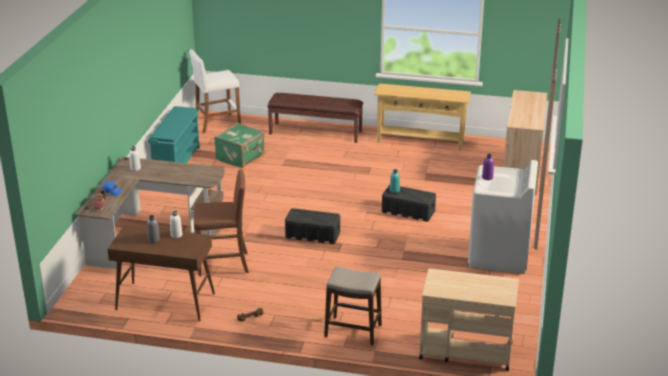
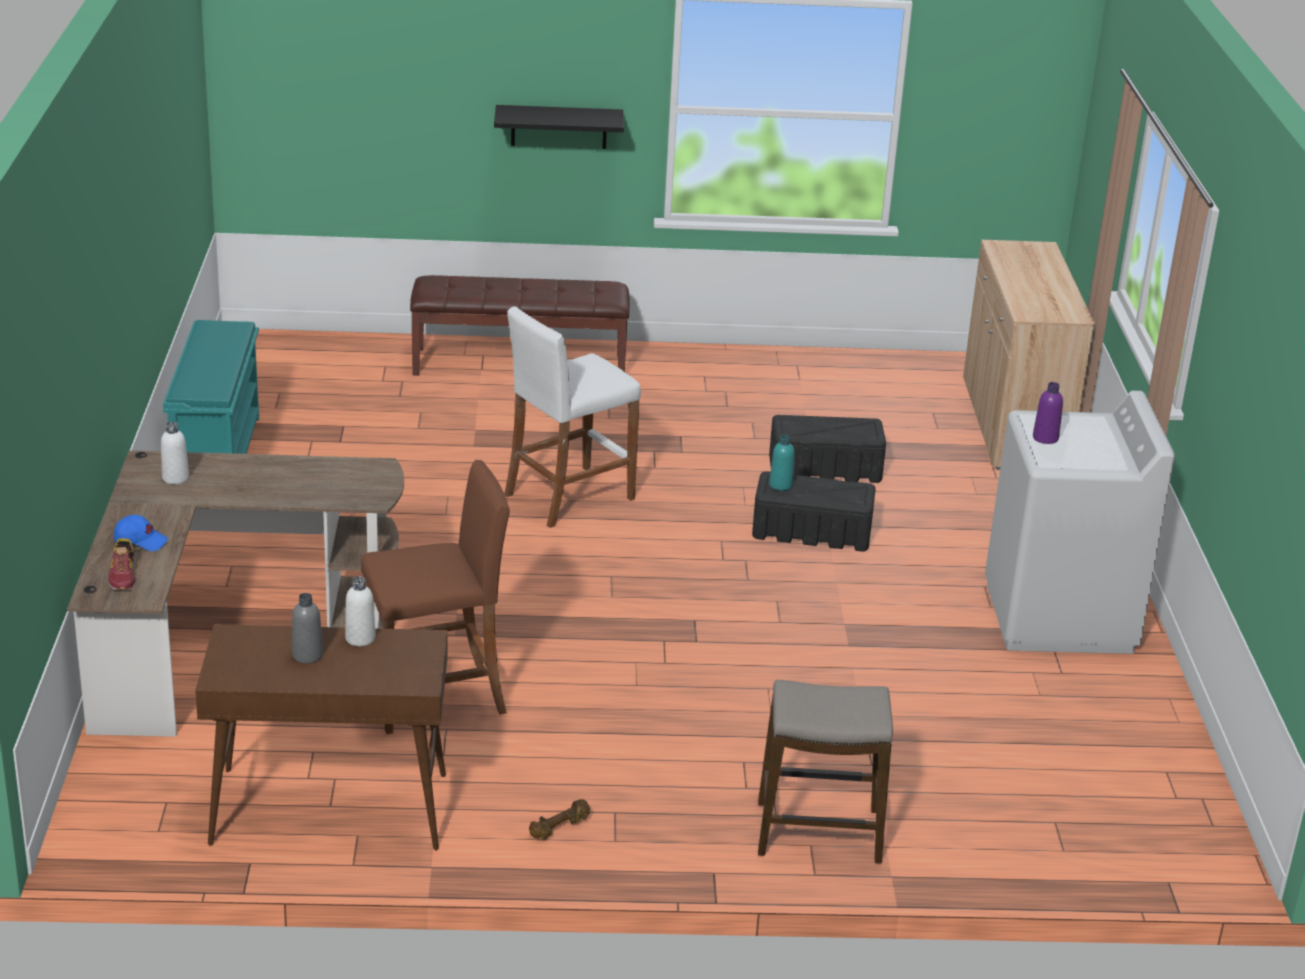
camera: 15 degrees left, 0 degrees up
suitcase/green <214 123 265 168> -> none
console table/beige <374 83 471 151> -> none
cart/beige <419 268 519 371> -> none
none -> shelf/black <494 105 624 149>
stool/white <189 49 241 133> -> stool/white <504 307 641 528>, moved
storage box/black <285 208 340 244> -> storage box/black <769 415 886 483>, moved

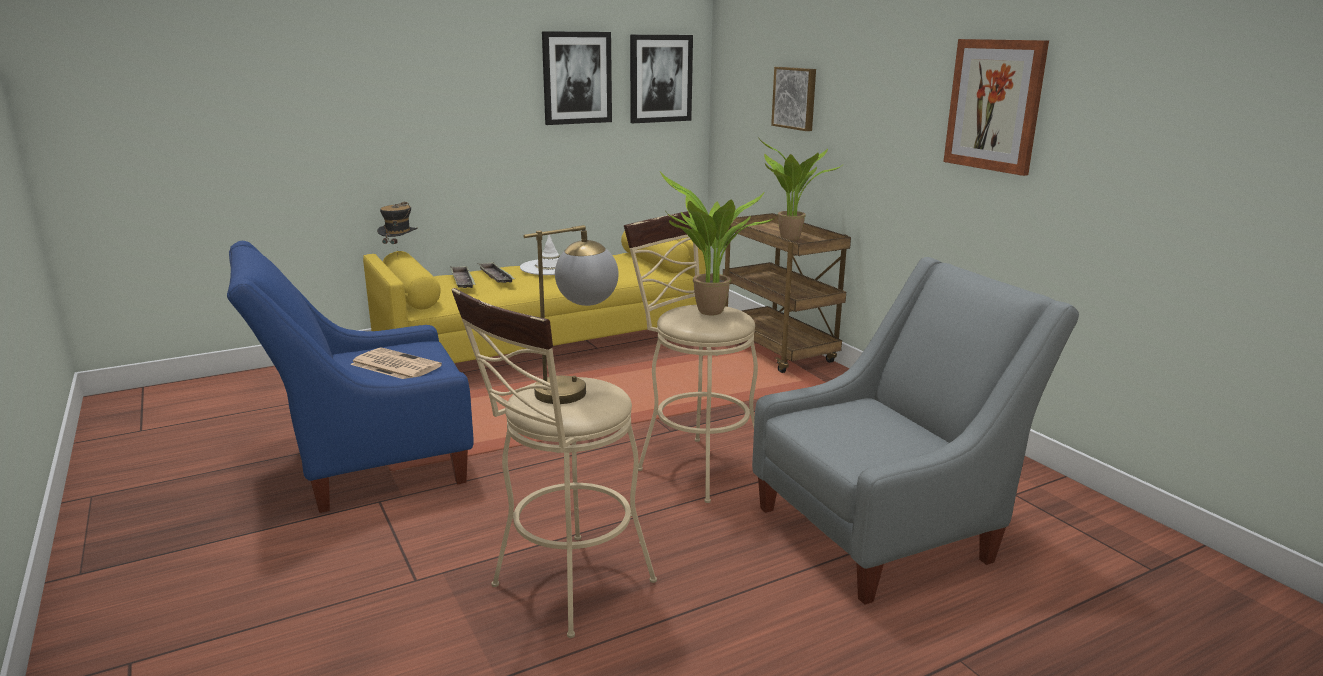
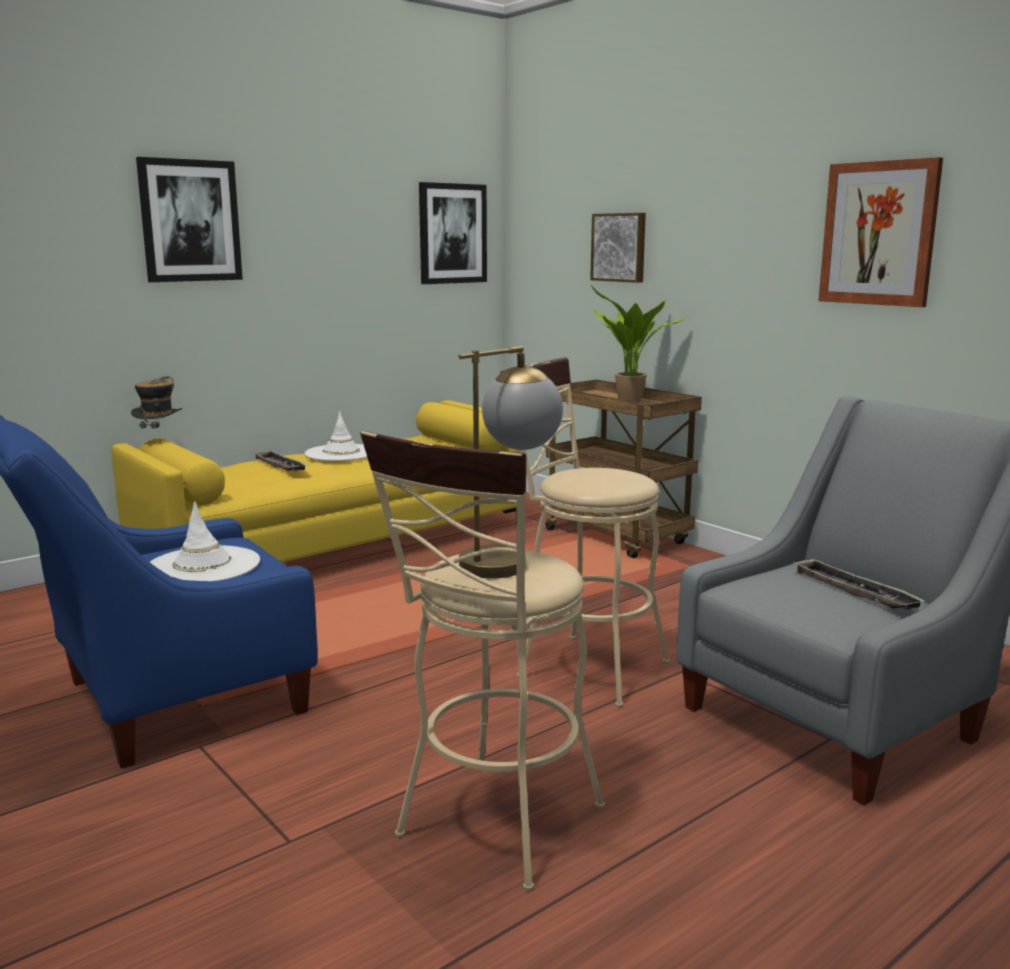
camera: 10 degrees left, 5 degrees down
potted plant <660 171 777 315> -> none
tray <450 266 476 288> -> tray <792 558 926 610>, moved
picture <542 31 612 125> -> picture <136 157 243 282>, moved
newspaper <350 348 442 379> -> hat/white <150 501 260 581>

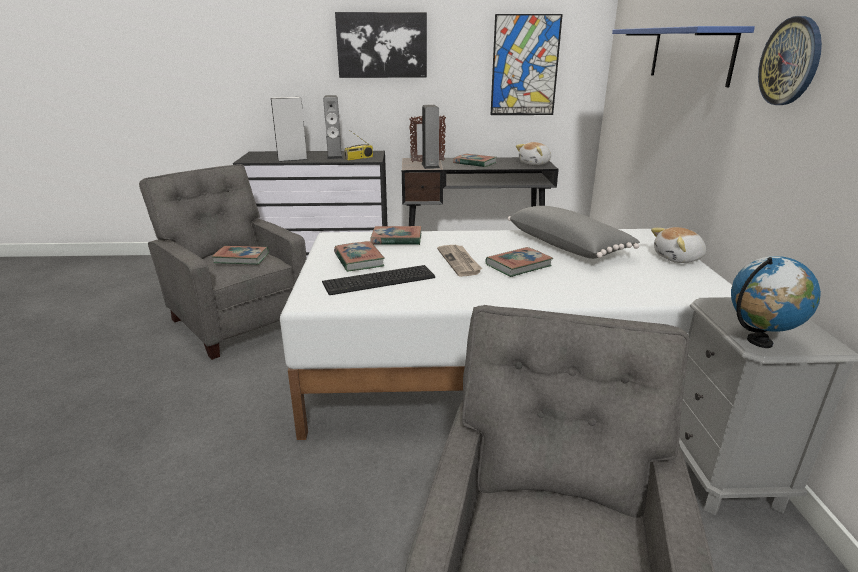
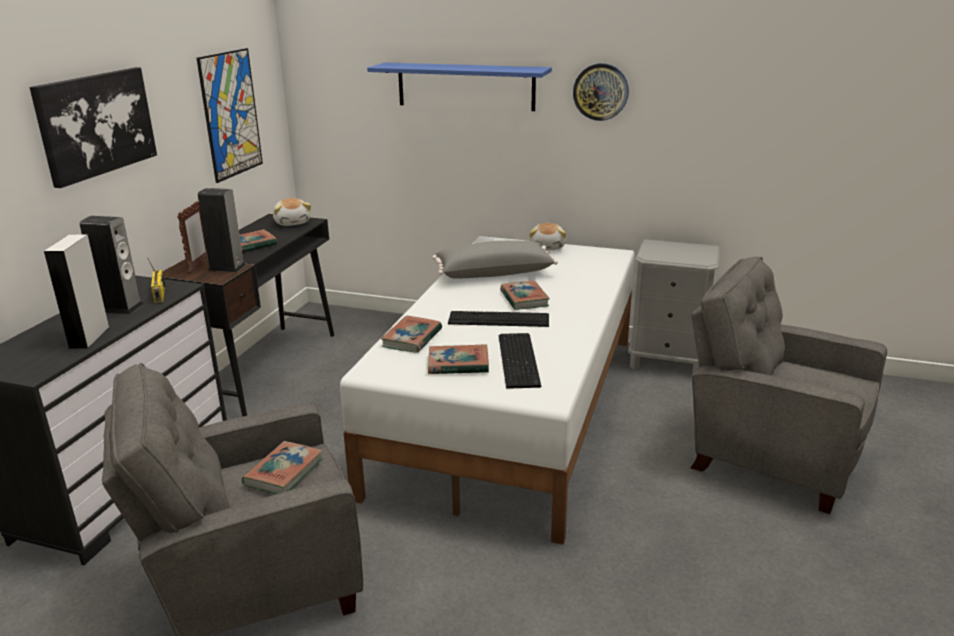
camera: 70 degrees left, 0 degrees up
globe <731 256 821 348> -> none
newspaper <437 245 483 277> -> keyboard <448 311 549 327>

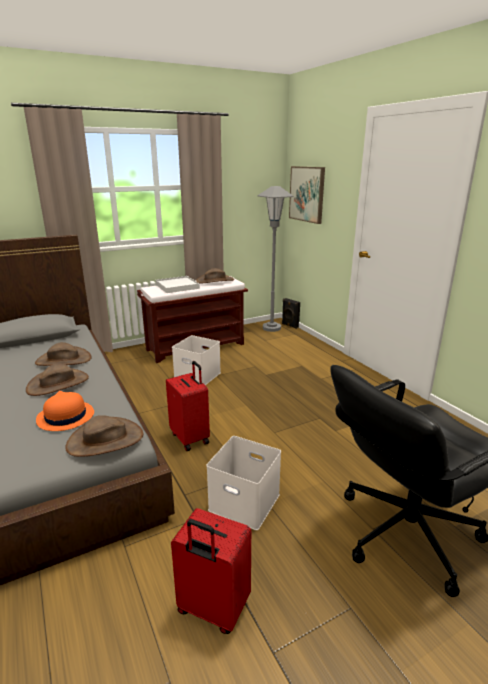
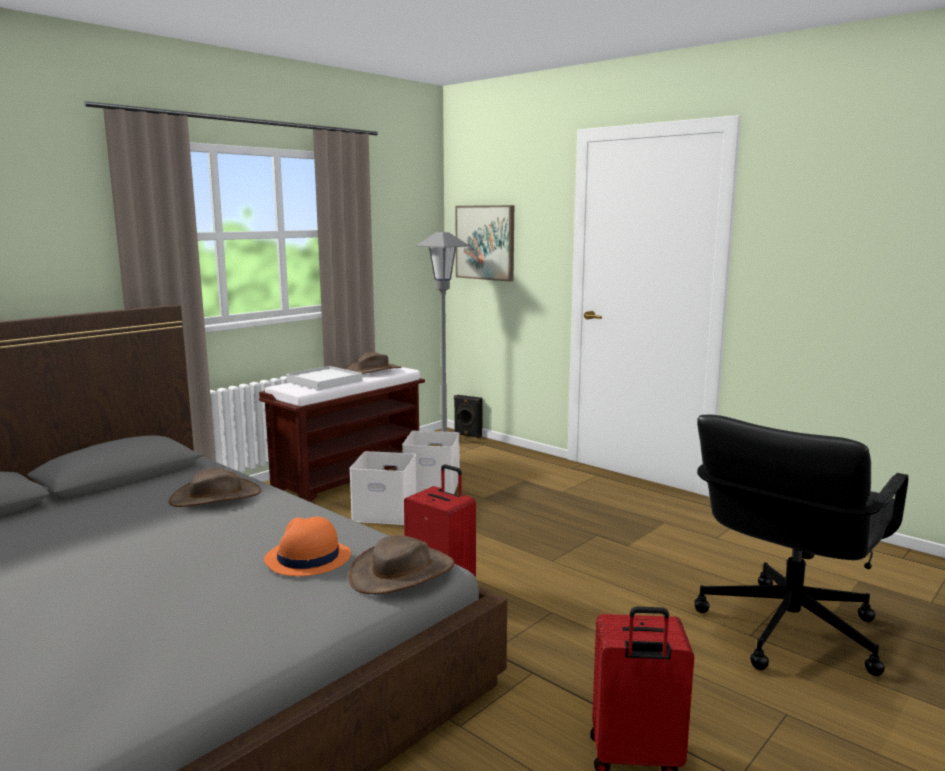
camera: 20 degrees left, 10 degrees down
hat/brown <26 363 89 396> -> none
storage box/white <206 436 281 530> -> storage box/white <402 431 460 494>, moved

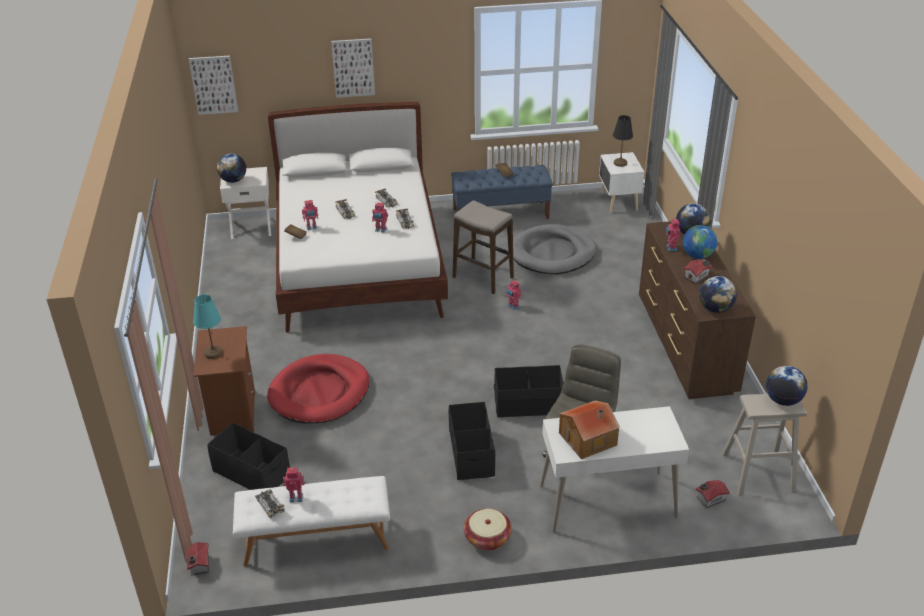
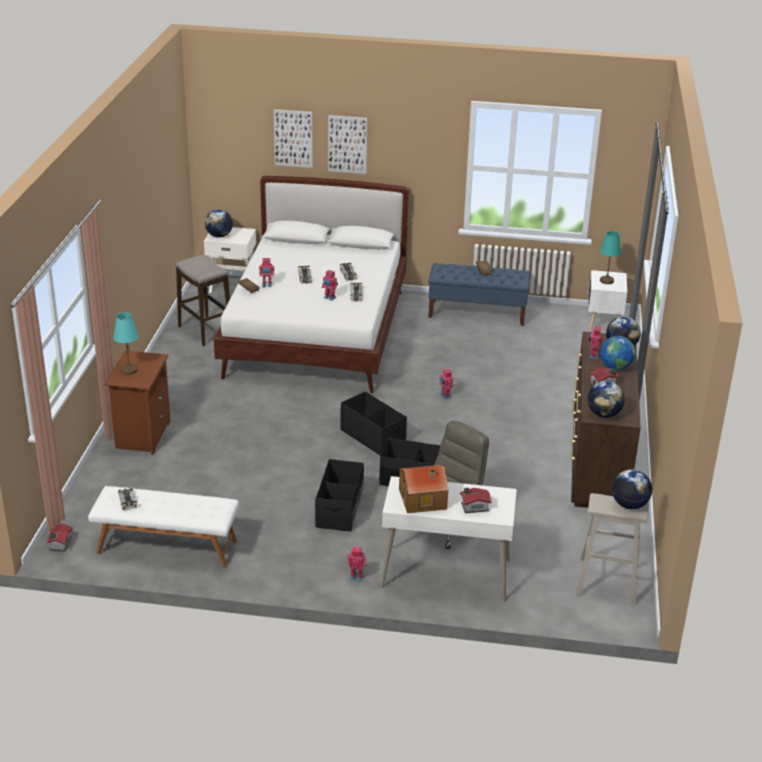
camera: 15 degrees right, 5 degrees down
dog bed/red <267 354 369 424> -> none
basket <464 509 512 551> -> none
dog bed/grey <513 224 597 274> -> none
picture <189 56 238 115> -> picture <274 109 313 168>, moved
storage box/black <207 423 290 490> -> storage box/black <340 391 407 456>, moved
toy robot <283 467 305 503> -> toy robot <347 546 366 582>, moved
stool <453 200 514 294> -> stool <176 255 230 346>, moved
toy house <696 480 730 508> -> toy house <460 488 492 513>, moved
table lamp/black <613 115 633 167> -> table lamp/turquoise <600 231 621 284>

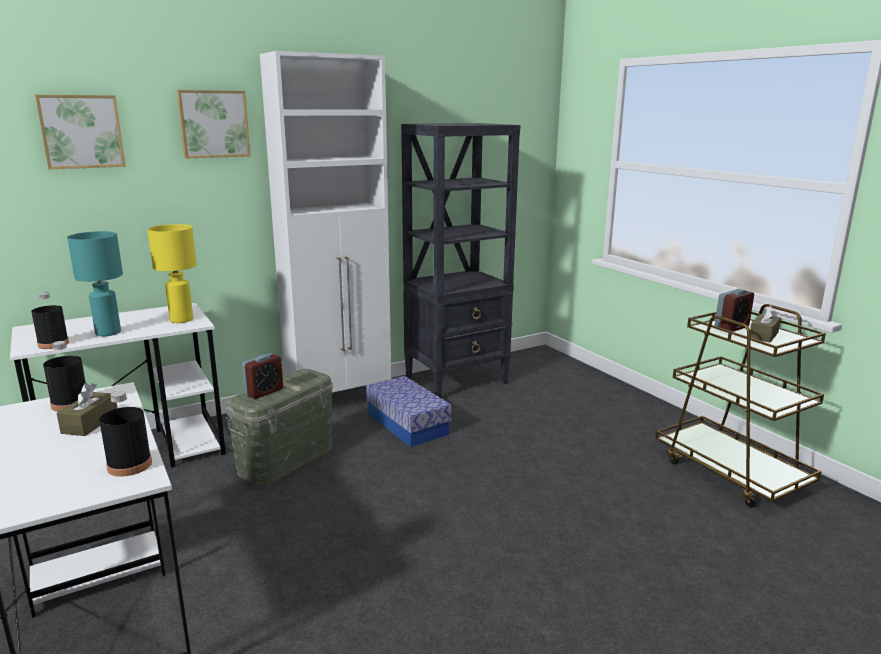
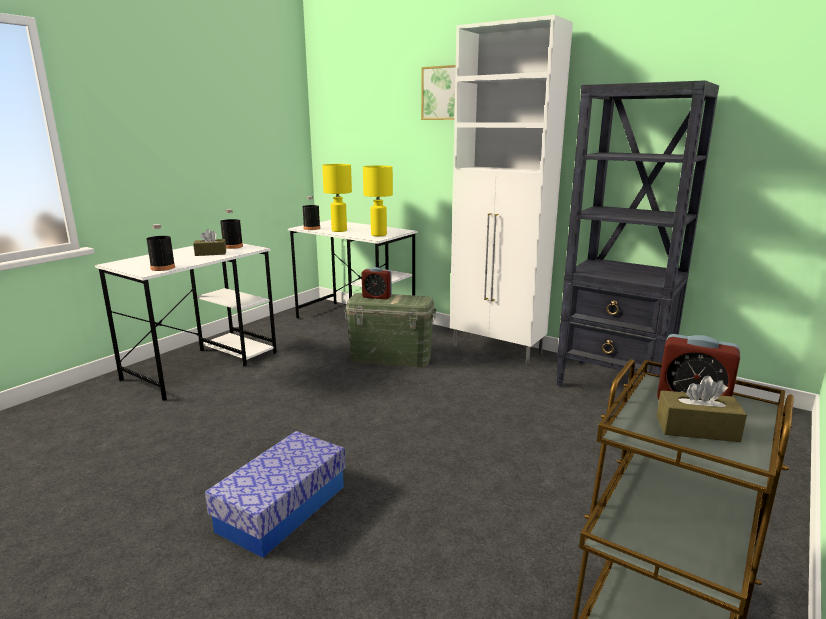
camera: 65 degrees right, 0 degrees up
picture <35 95 126 169> -> none
storage box <366 376 451 447> -> storage box <205 431 346 558>, moved
table lamp/turquoise <67 231 123 336> -> table lamp/yellow <322 164 352 232>

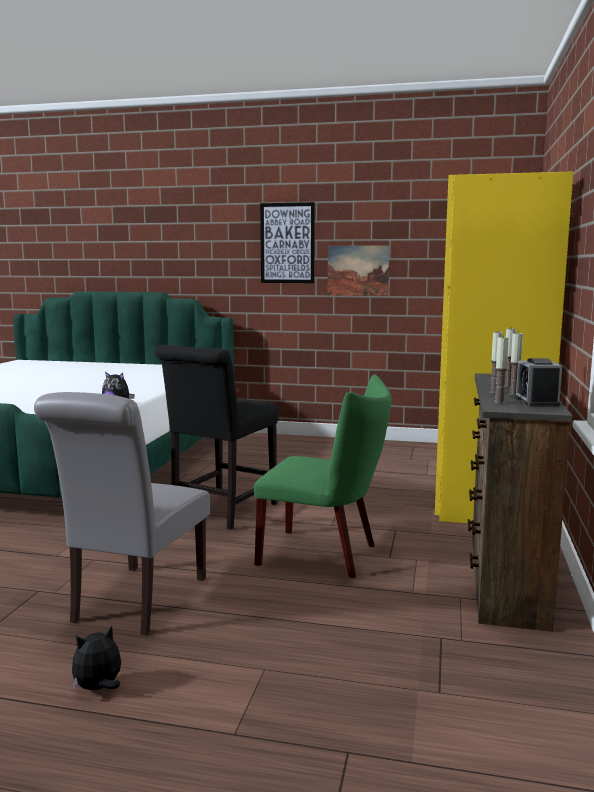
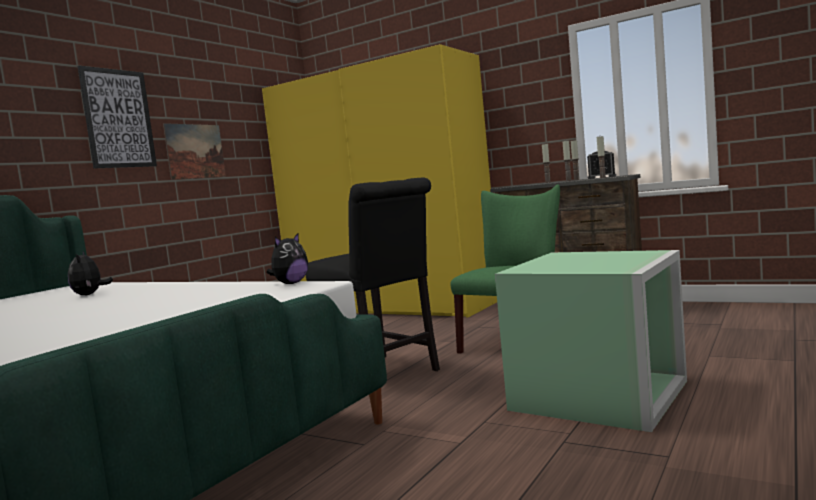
camera: 70 degrees left, 5 degrees down
plush toy <72 626 121 690> -> plush toy <68 252 113 295>, moved
chair/grey <34 392 210 636> -> storage box/green <495 250 687 432>

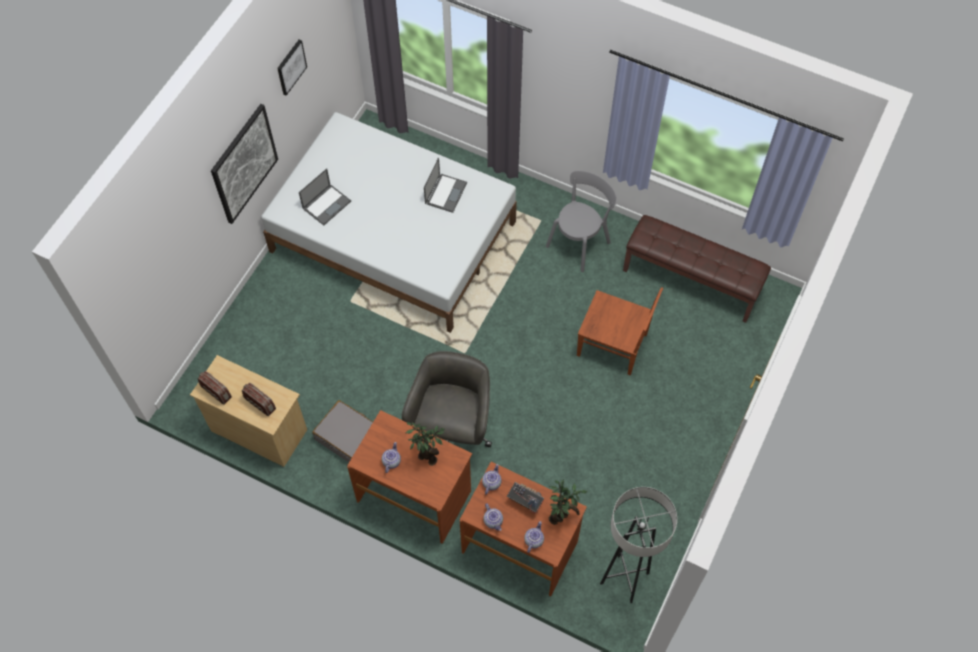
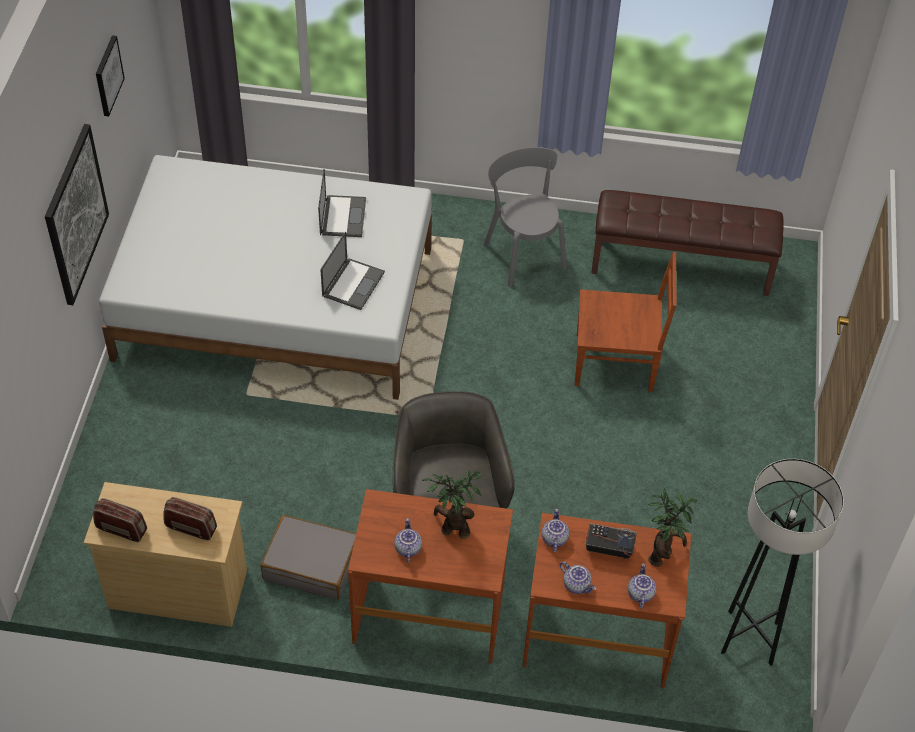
camera: 20 degrees left, 10 degrees down
laptop <299 168 351 225> -> laptop <320 232 385 310>, moved
chair/grey <546 171 617 272> -> chair/grey <483 147 567 287>, 45 degrees counterclockwise

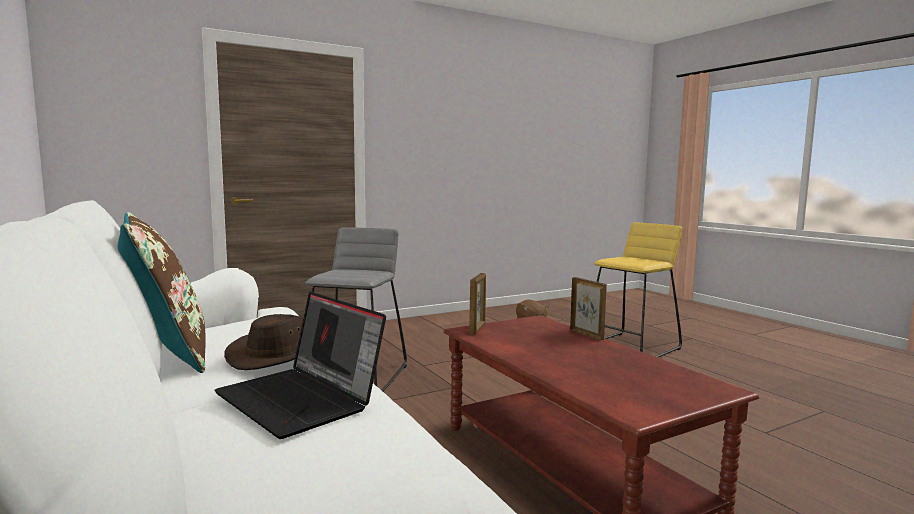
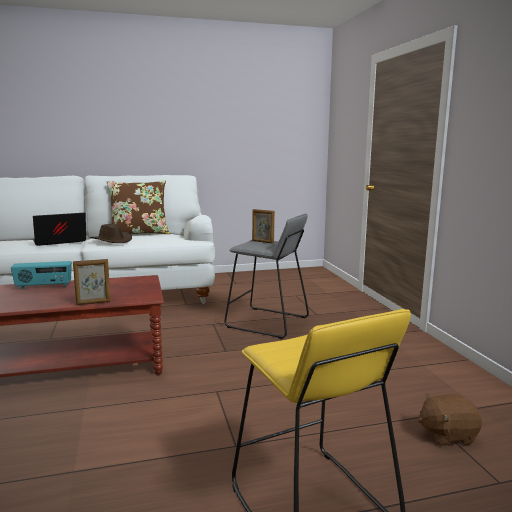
camera: 105 degrees right, 5 degrees up
none -> radio <11 261 72 289>
picture frame <469 273 486 335> -> picture frame <252 209 275 243>, moved

